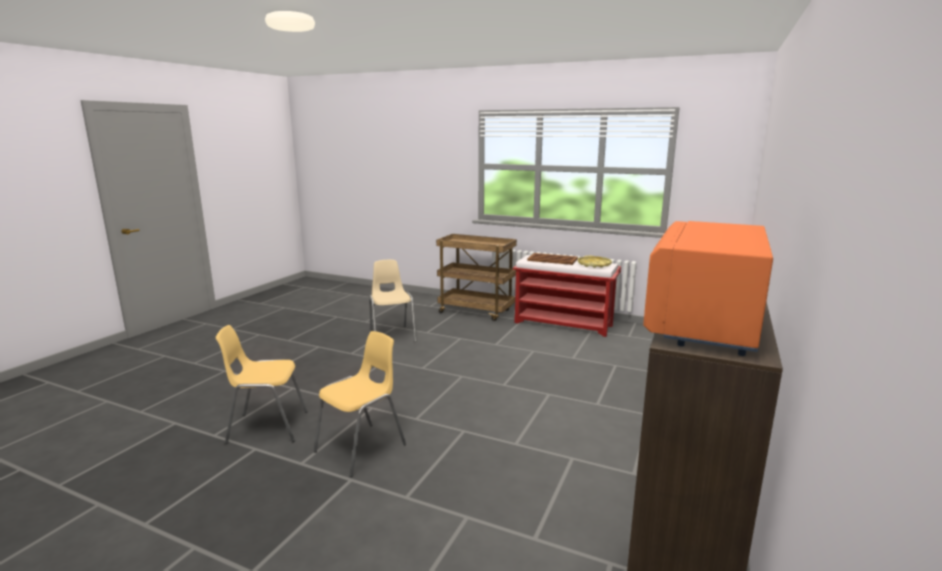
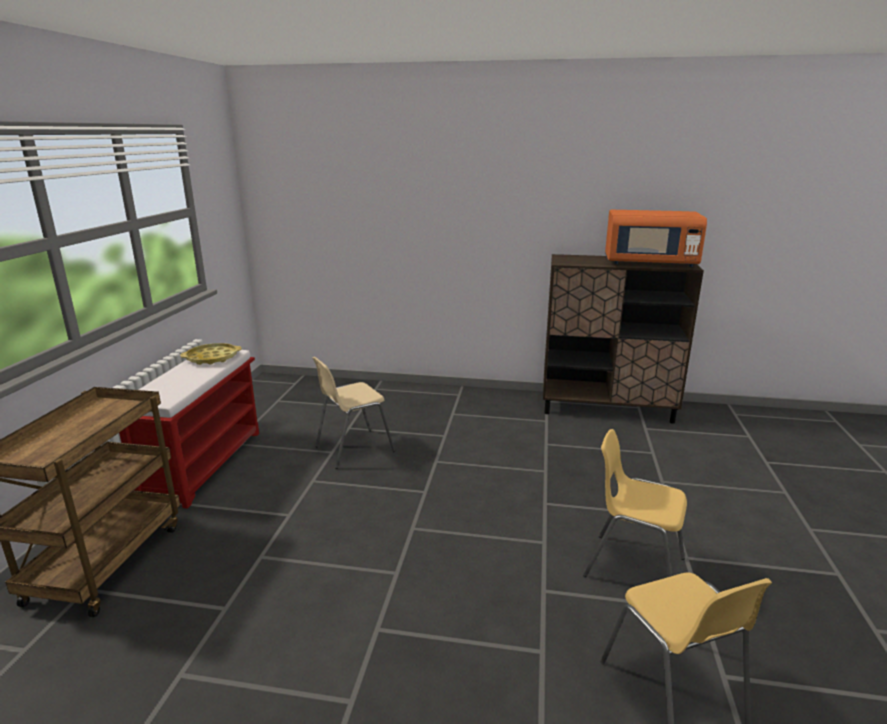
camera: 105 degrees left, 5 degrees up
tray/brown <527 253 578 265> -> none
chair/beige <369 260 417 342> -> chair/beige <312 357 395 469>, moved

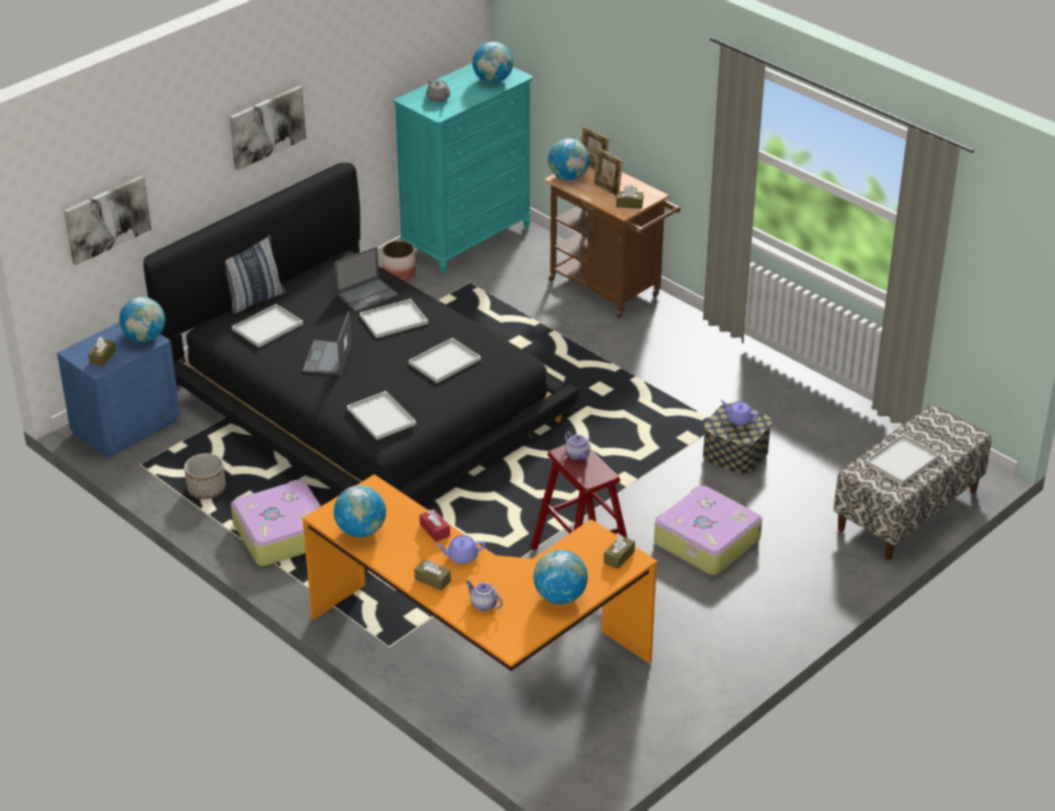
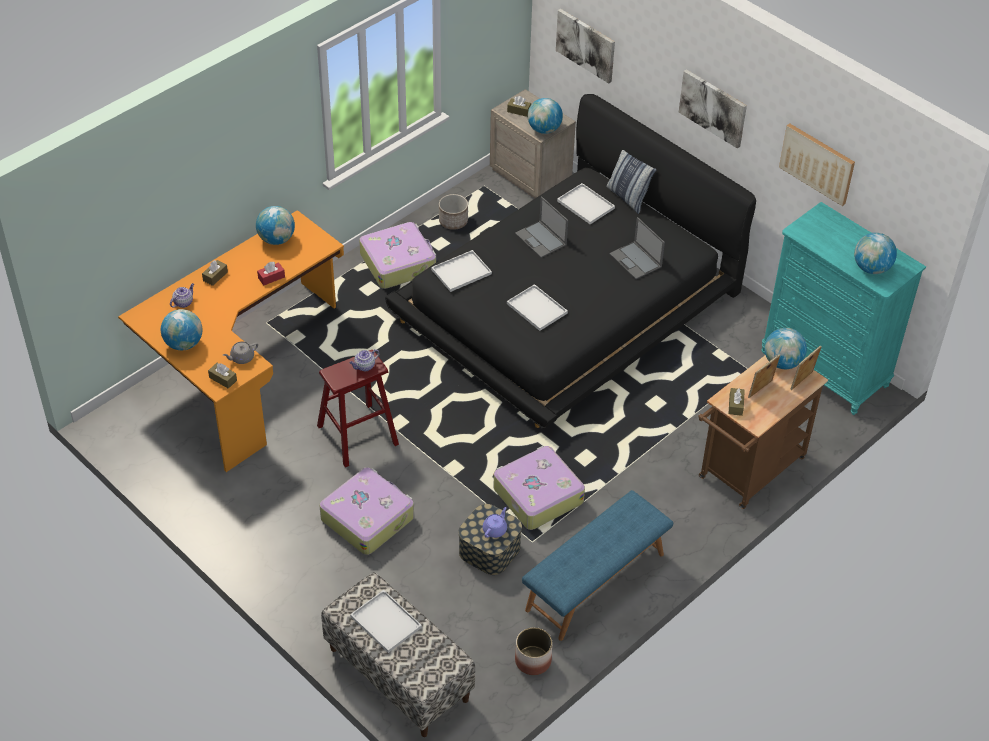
camera: 90 degrees right, 10 degrees up
tray/white <360 299 428 338> -> none
teapot/purple <437 535 486 564> -> none
none -> suitcase <493 446 585 530>
none -> bench/blue <522 490 673 641>
none -> picture <779 124 855 206>
planter <382 241 416 282> -> planter <515 627 553 675>, moved
teapot/grey <426 80 450 102> -> teapot/grey <223 341 258 364>, moved
nightstand/blue <57 322 180 459> -> nightstand/beige <490 89 576 198>
laptop <302 311 352 375> -> laptop <515 196 568 258>, 135 degrees counterclockwise

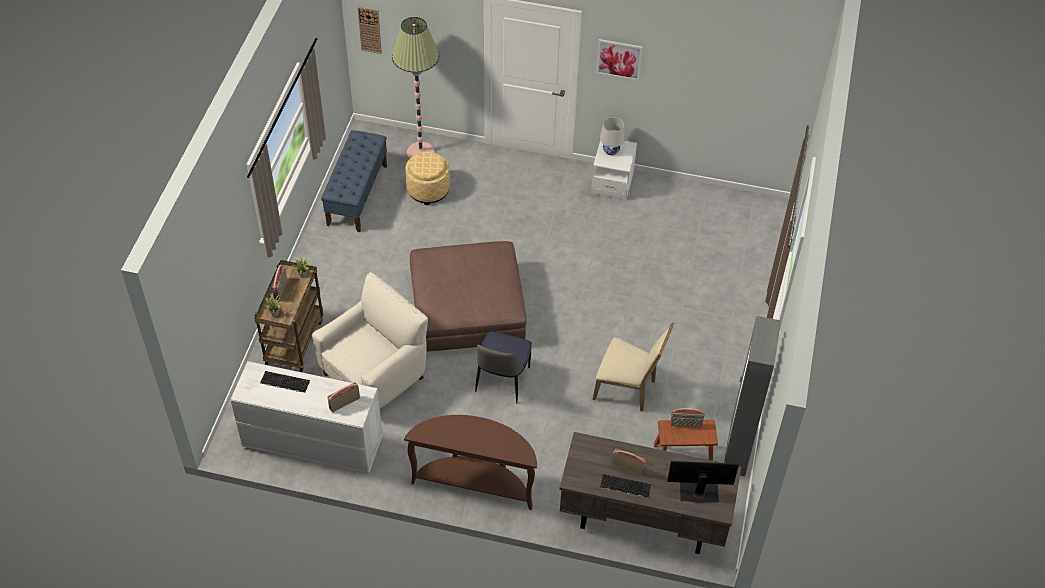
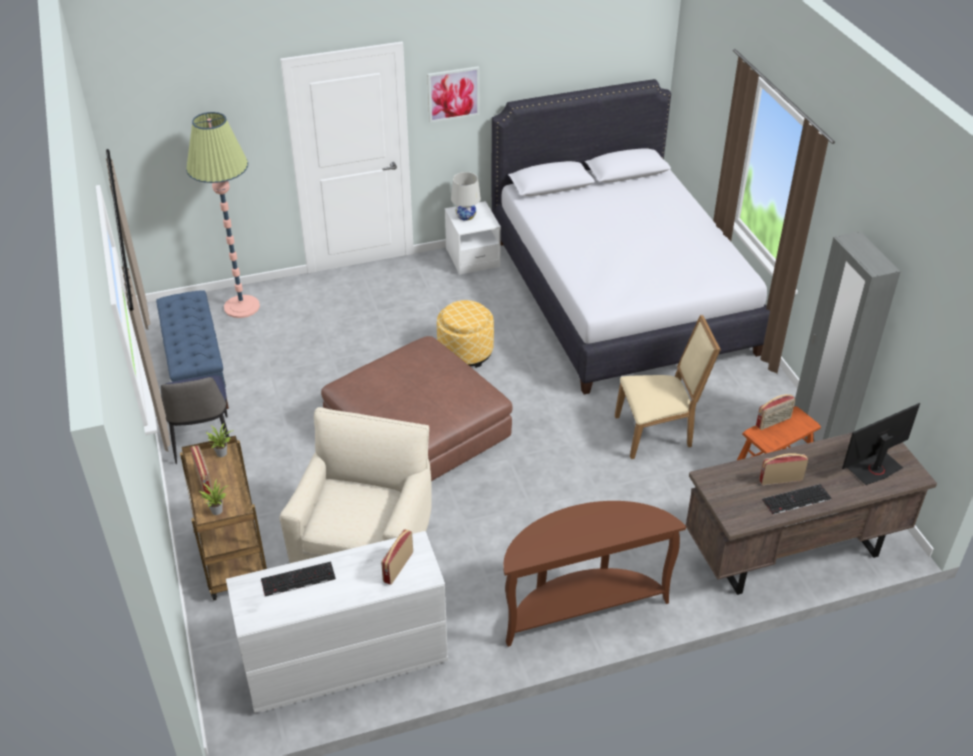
camera: 30 degrees left, 10 degrees down
wall clock <358 7 382 54> -> none
none -> bed/white <492 79 770 395>
ottoman <405 152 450 205> -> ottoman <437 300 494 368>, moved
chair <475 331 532 403> -> chair <161 375 229 465>, moved

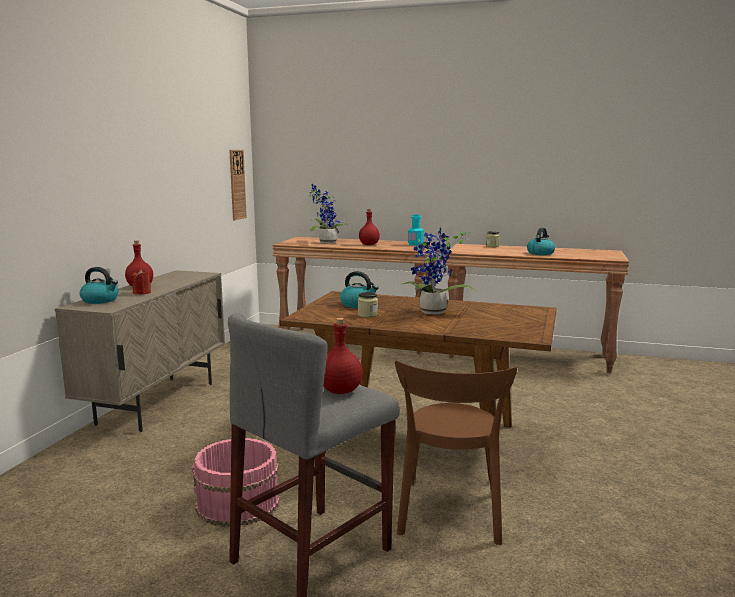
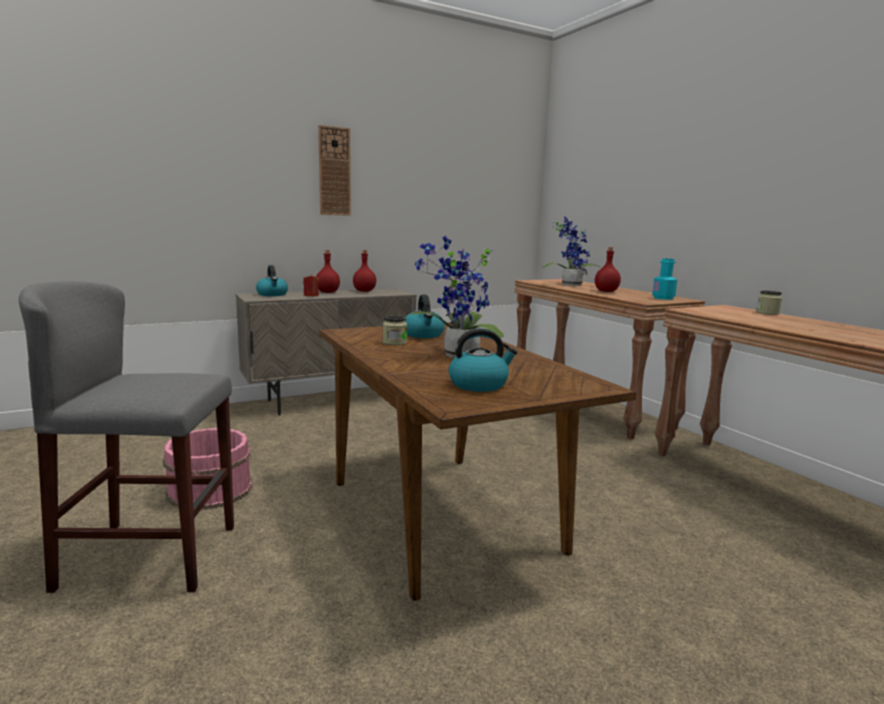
camera: 45 degrees right, 0 degrees up
chair/brown <395 360 517 545> -> none
wall clock <229 150 247 220> -> wall clock <318 125 351 216>, moved
bottle/red <323 318 363 394> -> bottle/red <353 250 376 292>, moved
kettle <527 228 555 255> -> kettle <449 328 517 392>, moved

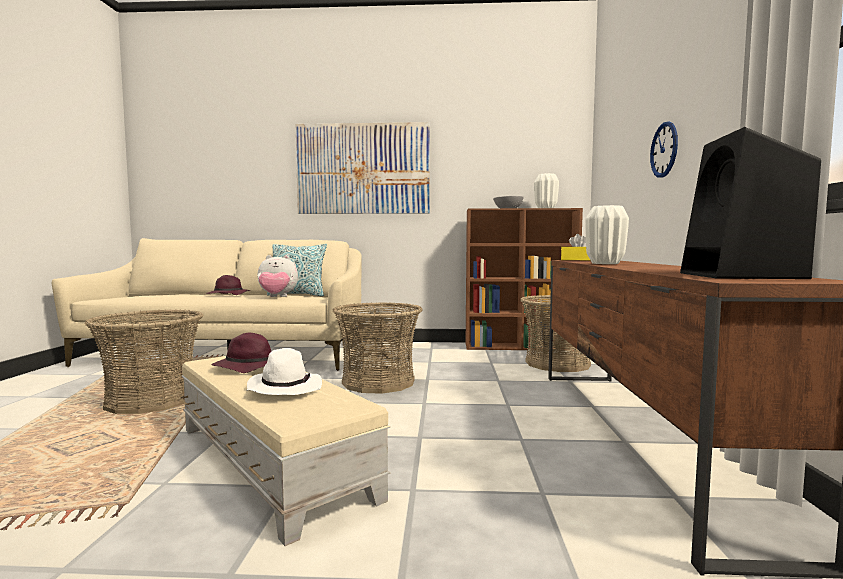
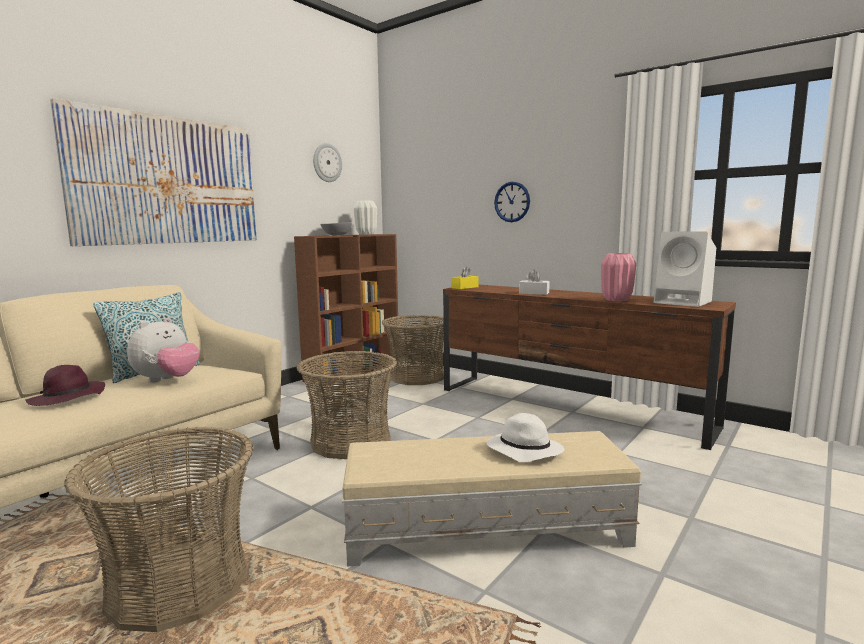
camera: 55 degrees left, 5 degrees up
hat/purple <211 333 271 373> -> none
none -> wall clock <313 143 342 182>
none -> vase/pink <601 253 636 302>
vase/white <585 205 629 264> -> tissue box/white <519 270 550 295>
speaker/black <680 127 821 279> -> speaker/white <654 232 716 307>

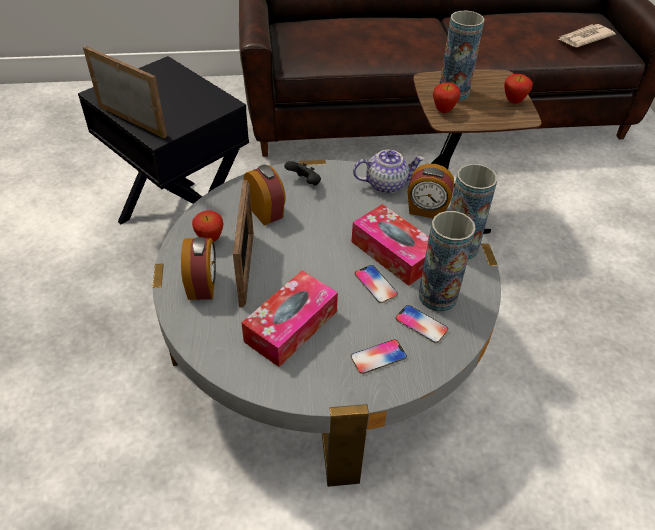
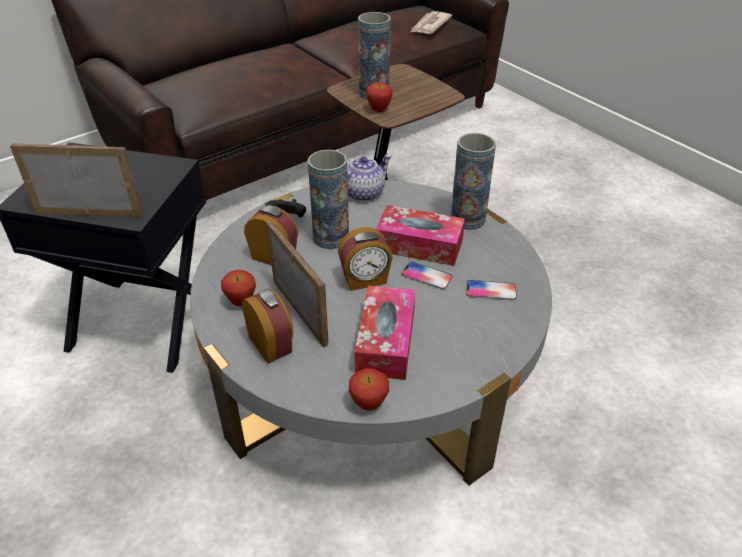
camera: 30 degrees left, 5 degrees down
phone <351 339 407 374> -> none
alarm clock <407 164 454 218> -> alarm clock <338 227 393 291>, moved
vase <419 211 476 311> -> vase <308 150 349 249>, moved
apple <504 74 533 104> -> apple <349 368 389 411>, moved

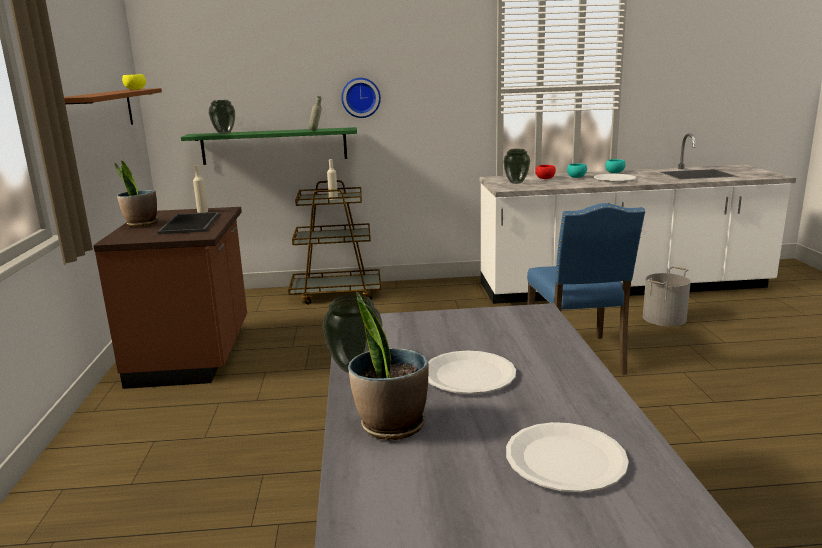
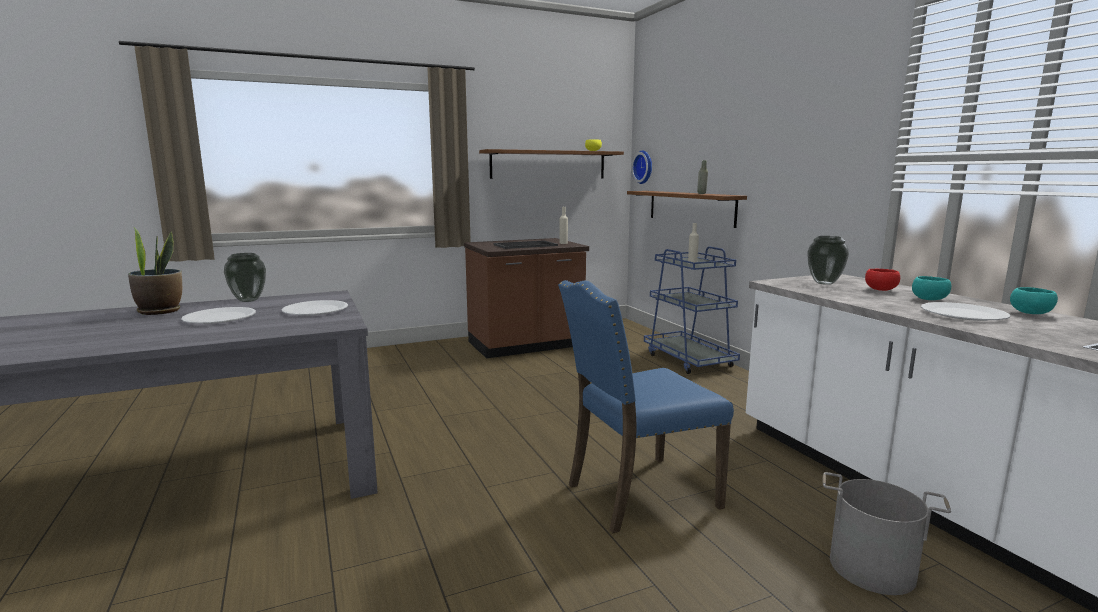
camera: 70 degrees right, 5 degrees down
potted plant <114 160 158 227> -> none
vase <209 100 235 134> -> none
wall clock <341 78 381 118> -> wall clock <632 150 652 184>, moved
plate/white <506 422 629 492> -> plate/white <282 300 348 316>, moved
shelf/green <181 127 357 165> -> shelf/brown <627 191 747 228>
cart/brown <288 180 381 305> -> cart/blue <644 246 740 374>

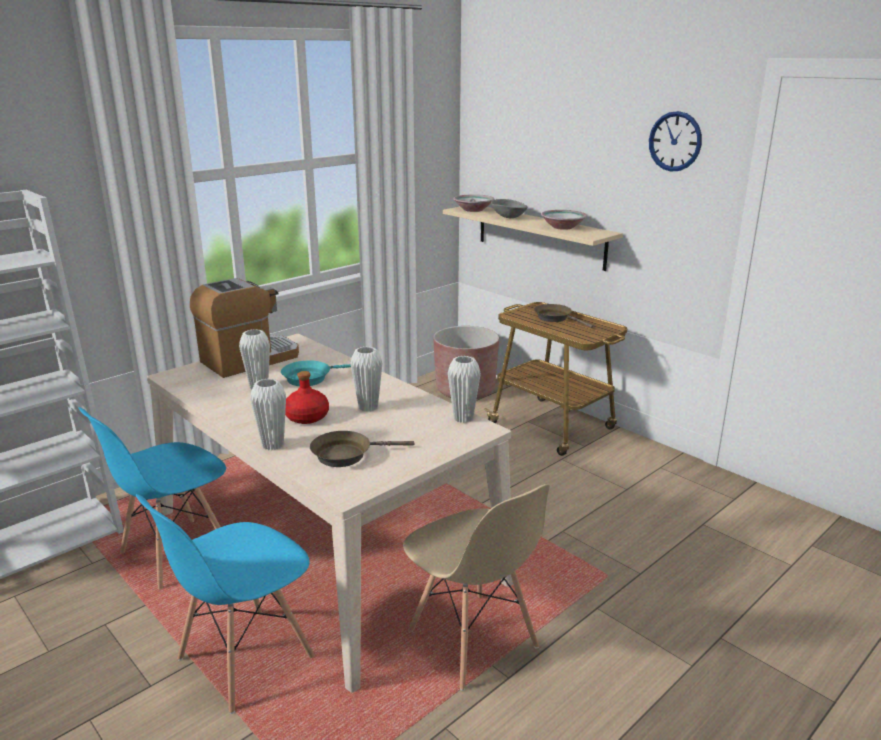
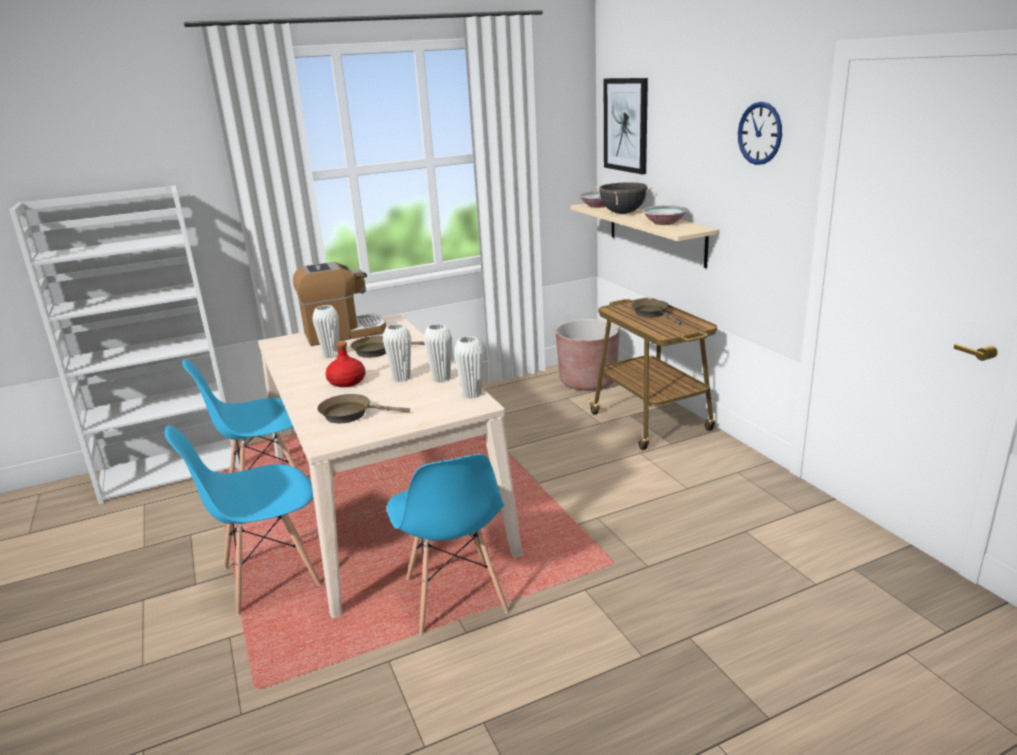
camera: 20 degrees right, 0 degrees up
none -> picture <604 78 648 174>
vase/white <250 378 286 450> -> vase/white <424 324 452 383>, moved
bowl/grey <491 199 527 218> -> cooking pot/black <594 182 653 214>
frying pan/turquoise <281 360 351 386> -> frying pan/brown <350 336 425 358>
chair/beige <403 484 550 691> -> chair/blue <387 454 509 635>

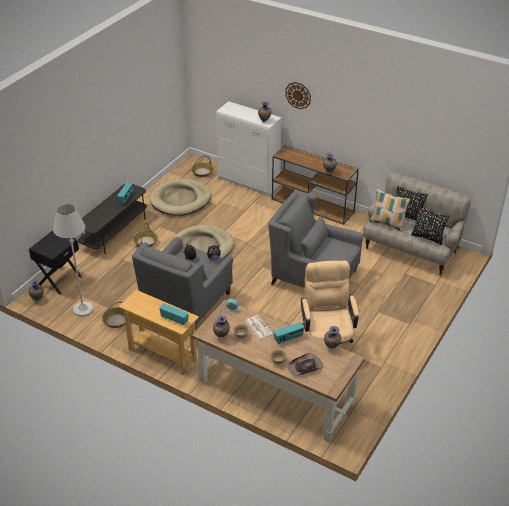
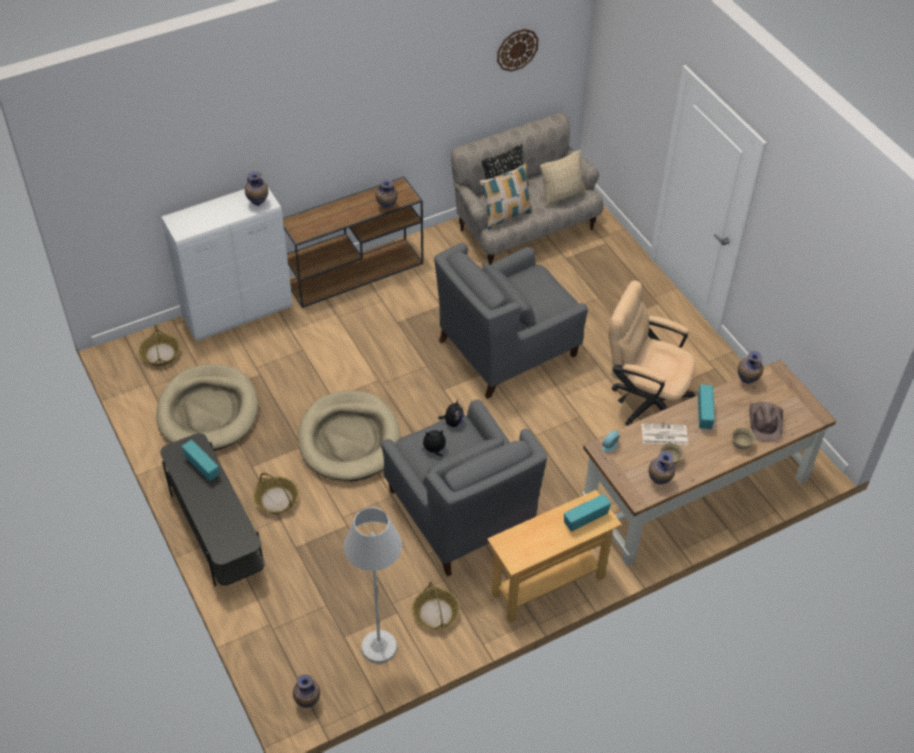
camera: 60 degrees left, 10 degrees up
nightstand/black <29 230 82 295> -> none
wall clock <285 82 311 109> -> wall clock <497 29 539 72>, moved
pillow/black <411 206 449 245> -> pillow/beige <540 150 586 208>

